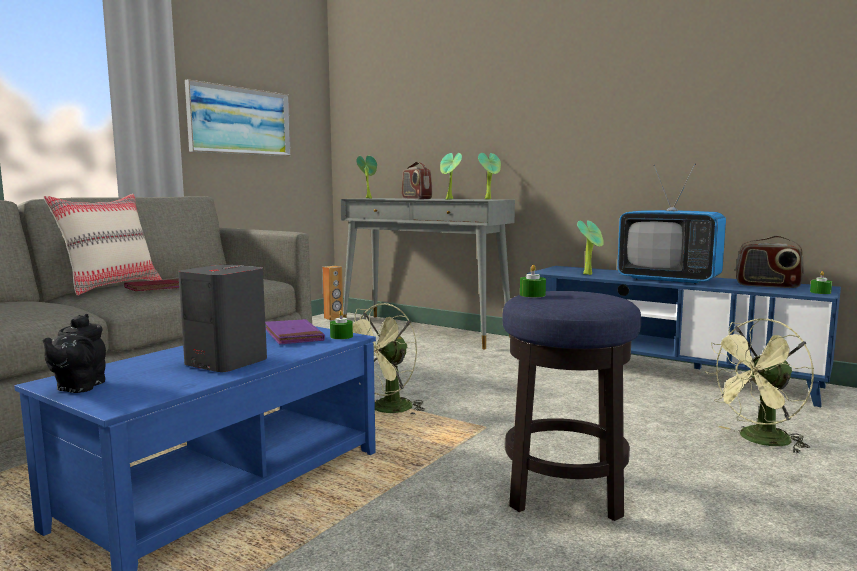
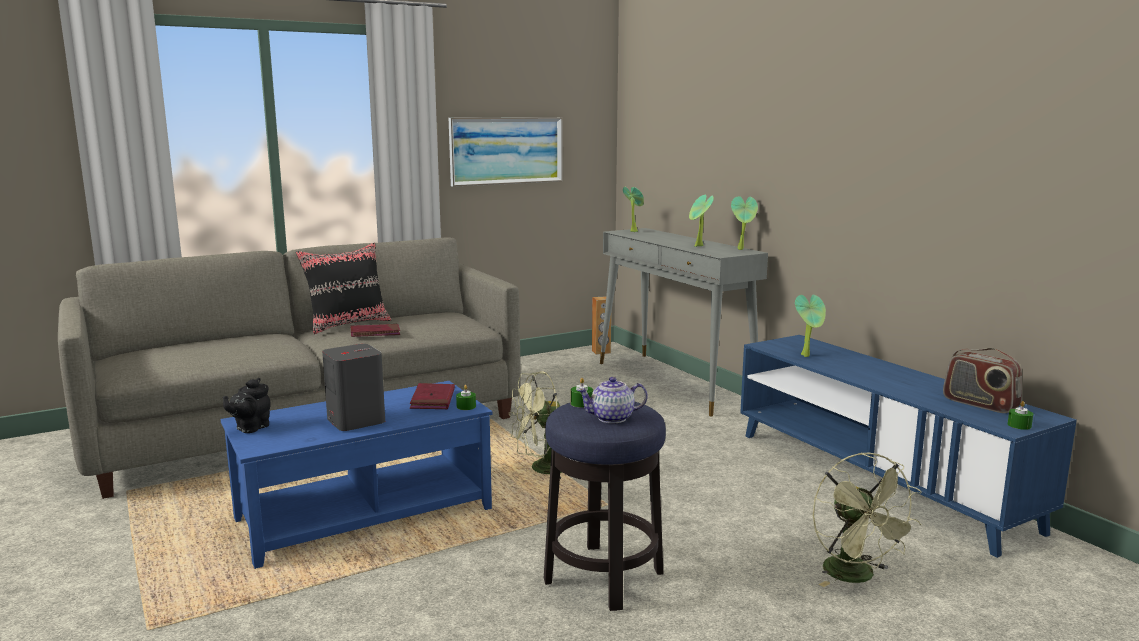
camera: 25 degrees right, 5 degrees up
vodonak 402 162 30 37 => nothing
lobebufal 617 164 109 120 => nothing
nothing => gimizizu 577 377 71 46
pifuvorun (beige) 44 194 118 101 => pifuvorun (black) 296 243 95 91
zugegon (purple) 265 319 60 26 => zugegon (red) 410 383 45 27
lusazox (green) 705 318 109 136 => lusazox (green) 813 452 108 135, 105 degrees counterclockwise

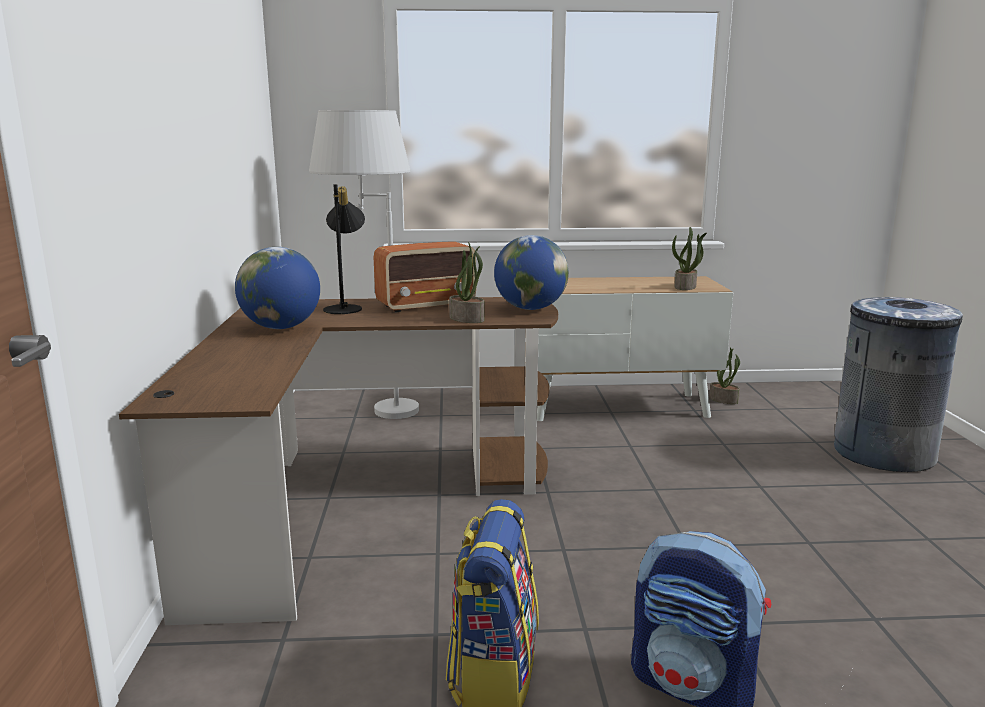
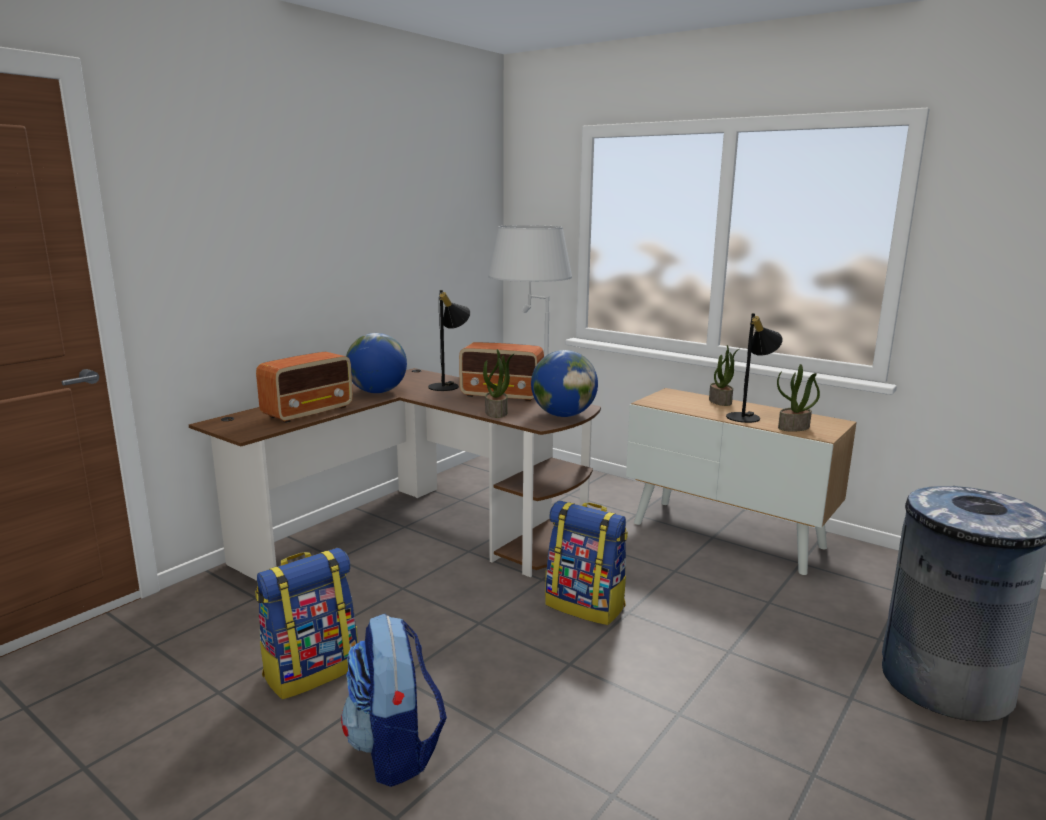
camera: 40 degrees right, 0 degrees up
nothing => vodonak 256 352 97 71
nothing => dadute 545 501 83 124
nothing => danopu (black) 726 313 57 110
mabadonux 709 348 31 56 => mabadonux 709 345 30 61, moved

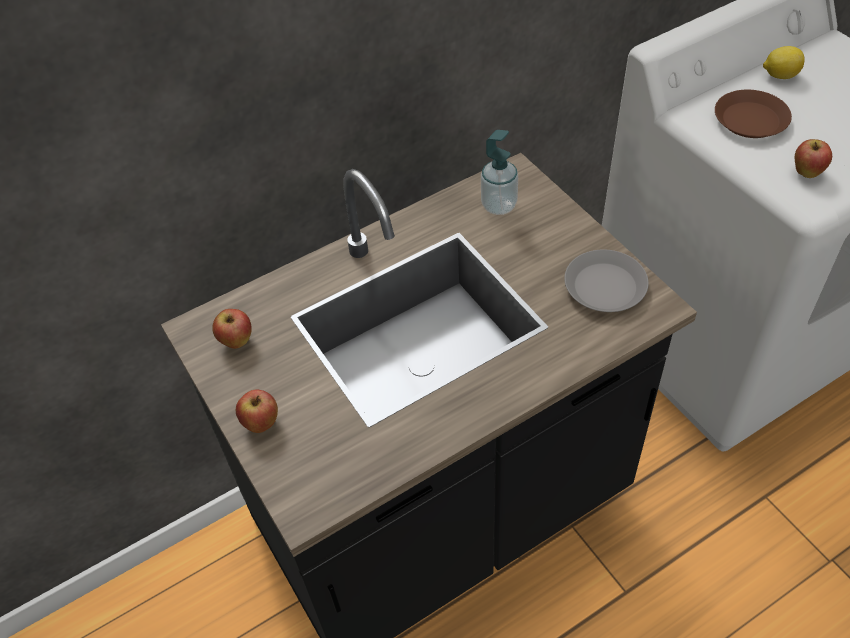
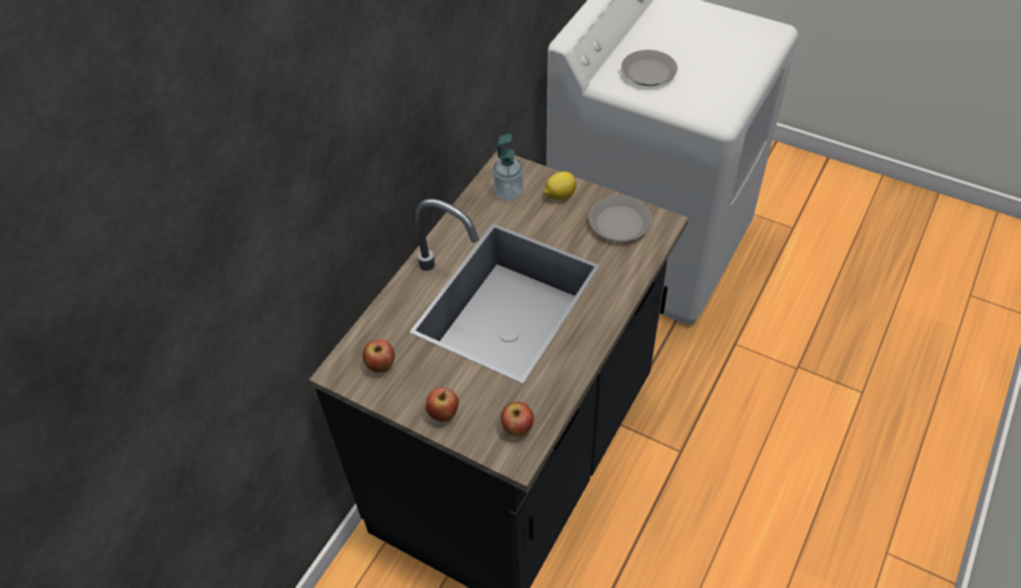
camera: 30 degrees left, 0 degrees up
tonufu 763 46 42 33 => tonufu 545 172 31 28, moved
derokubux 795 139 37 39 => derokubux 501 402 33 35, moved
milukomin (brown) 715 90 77 48 => milukomin (grey) 621 50 57 36

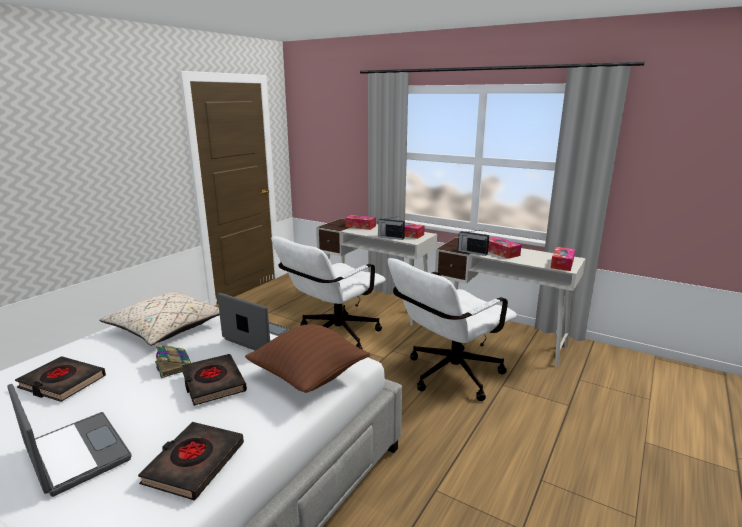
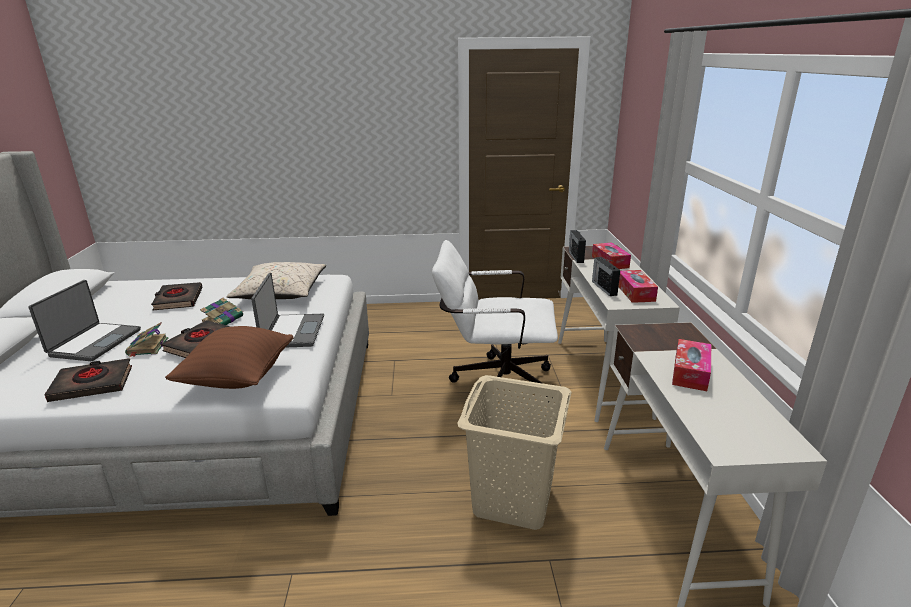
camera: 55 degrees right, 5 degrees up
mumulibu 551 247 24 24 => nothing
nothing => zugegon 125 322 43 35
vodonak 458 230 31 26 => vodonak 569 230 17 33, moved
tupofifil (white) 388 258 129 143 => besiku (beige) 457 375 114 155

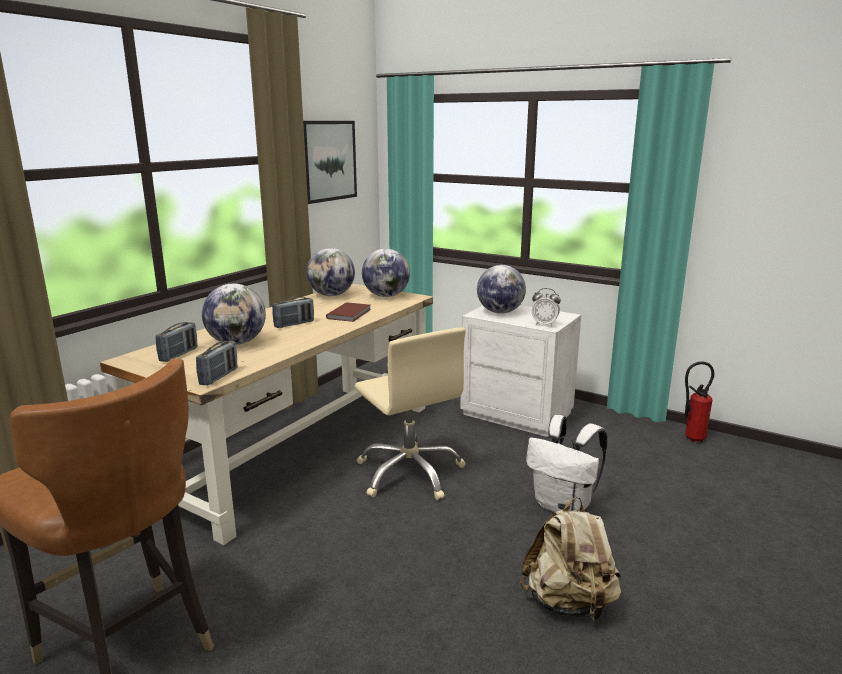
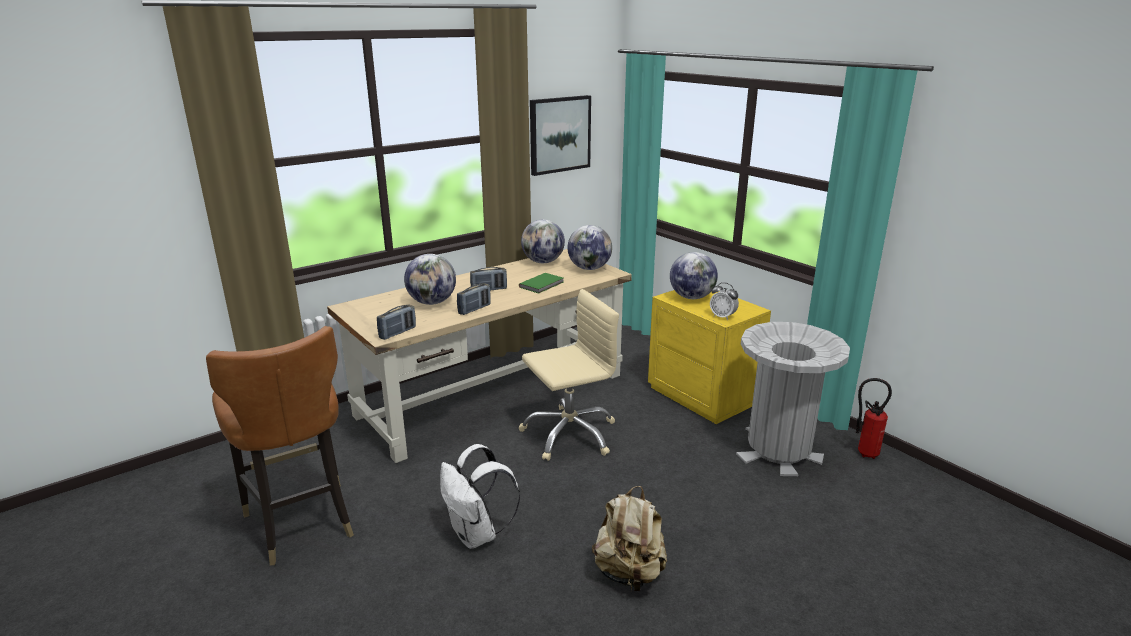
camera: 20 degrees right, 5 degrees up
nothing => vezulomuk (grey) 736 322 114 154
vodonak 156 322 42 40 => vodonak 457 283 34 32, moved
dadute (white) 526 415 82 97 => dadute (white) 440 444 80 105, moved
zugegon (brown) 326 302 45 20 => zugegon (green) 519 273 44 20
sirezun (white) 460 305 121 132 => sirezun (yellow) 648 290 123 134
tupofifil (beige) 355 327 111 173 => tupofifil (beige) 519 289 100 172, 105 degrees counterclockwise

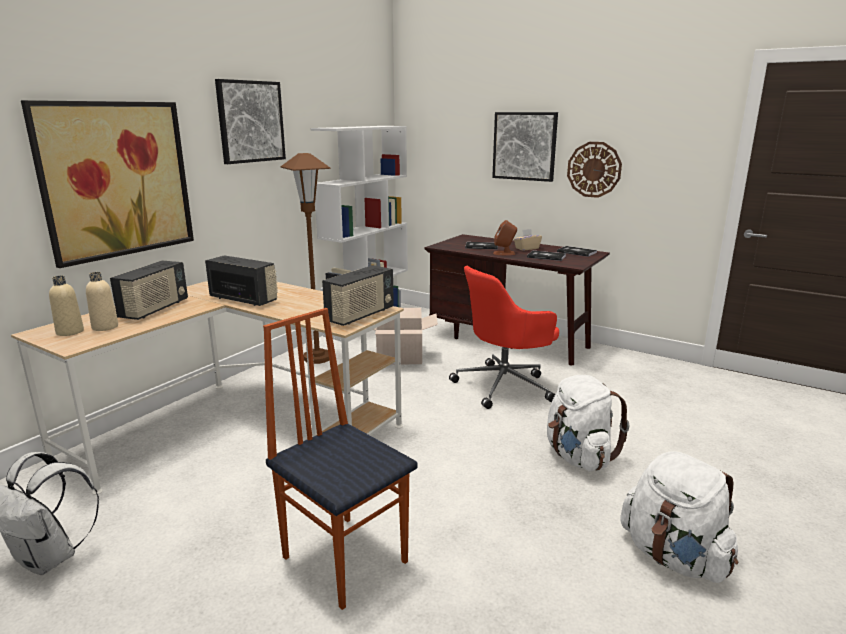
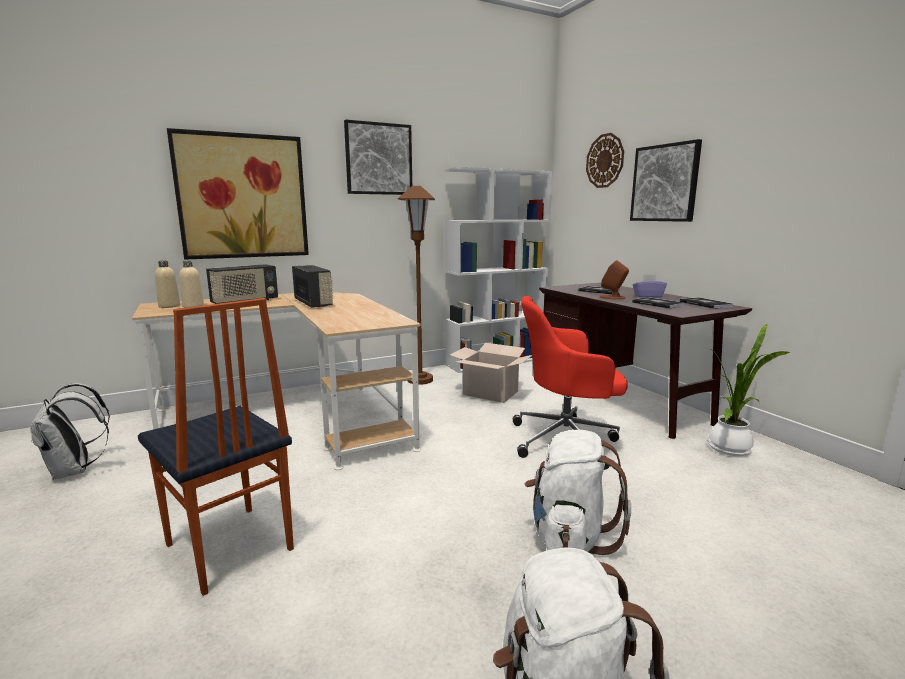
camera: 30 degrees right, 5 degrees down
vodonak 322 265 72 61 => nothing
nothing => mabadonux 708 324 81 132
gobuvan 567 142 55 56 => gobuvan 586 133 38 55, moved
mumulibu (beige) 514 229 28 22 => mumulibu (purple) 633 274 34 24
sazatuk 263 308 155 302 => sazatuk 138 298 156 298, 150 degrees clockwise

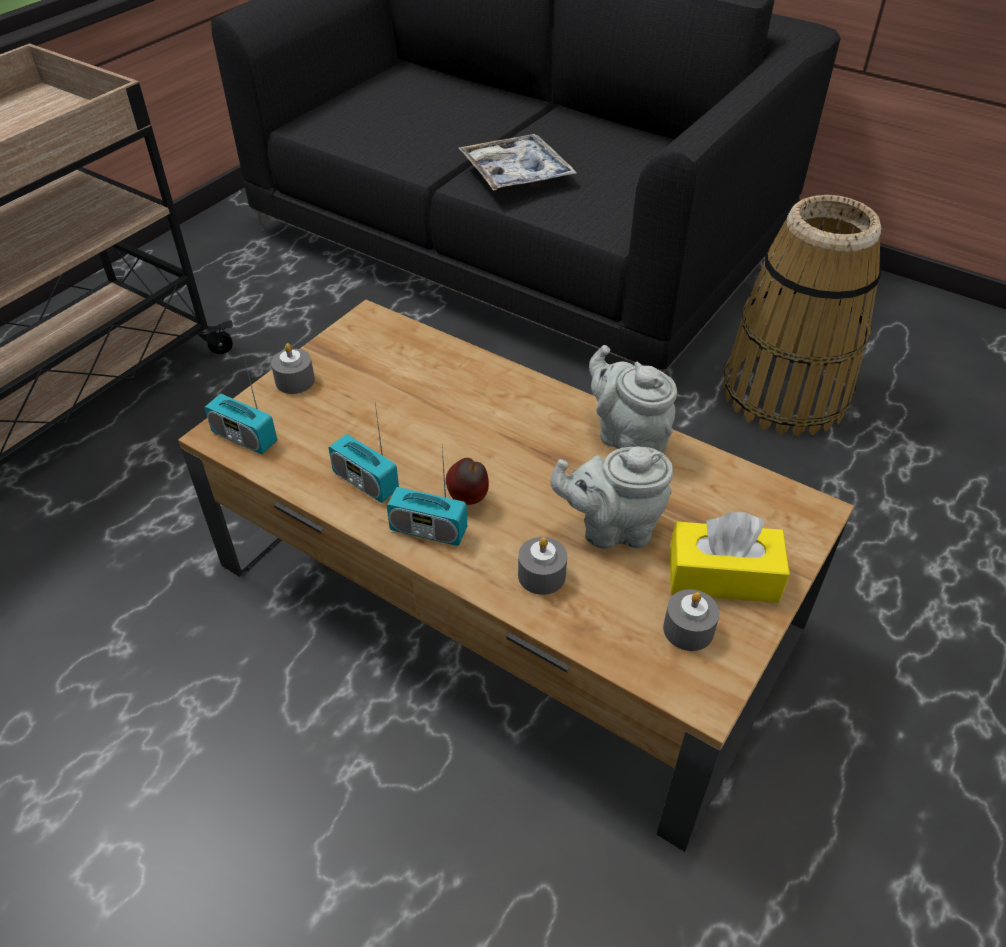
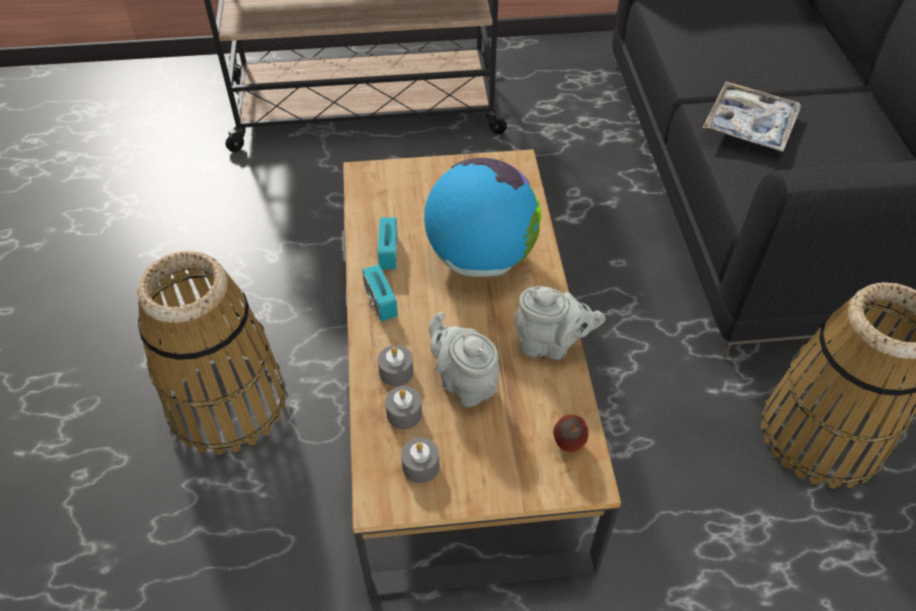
camera: 50 degrees right, 5 degrees up
vodonak 204 358 73 96 => nothing
mumulibu (yellow) 670 512 120 91 => nothing
nothing => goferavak 137 251 149 204
nothing => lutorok 424 158 118 119
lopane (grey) 271 343 44 51 => lopane (grey) 385 386 37 43, moved
derokubux 446 458 43 47 => derokubux 553 415 36 37, moved
gimizizu (grey) 589 345 88 107 => gimizizu (grey) 515 286 90 74, 90 degrees clockwise

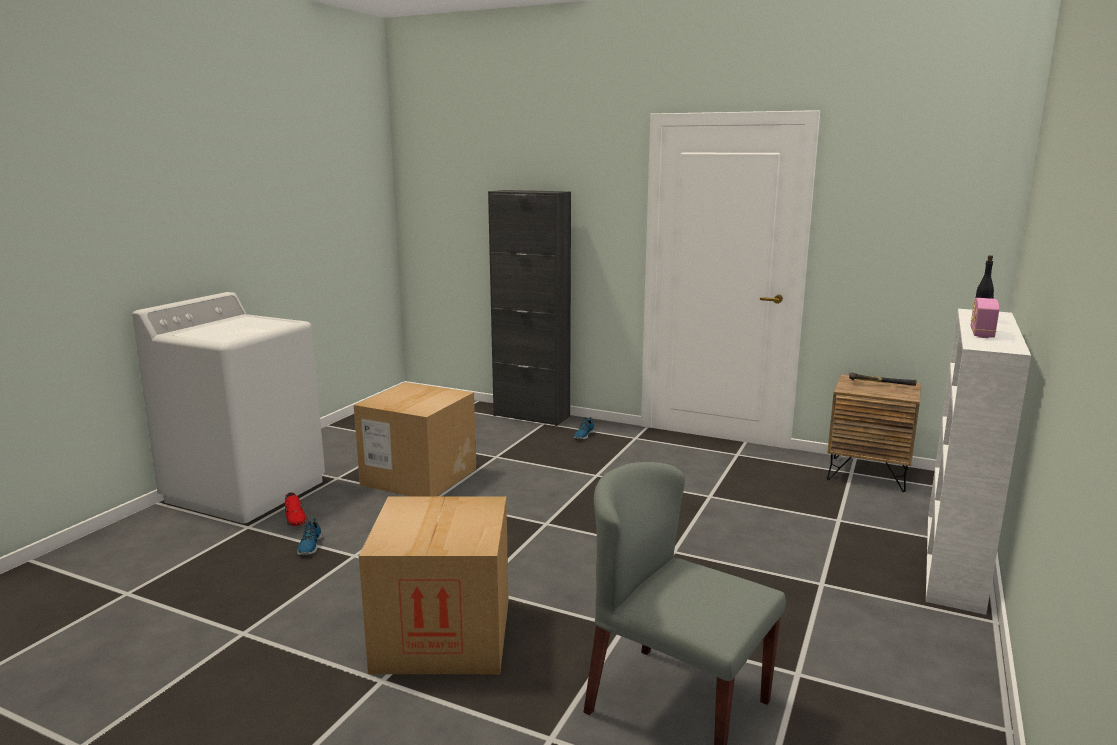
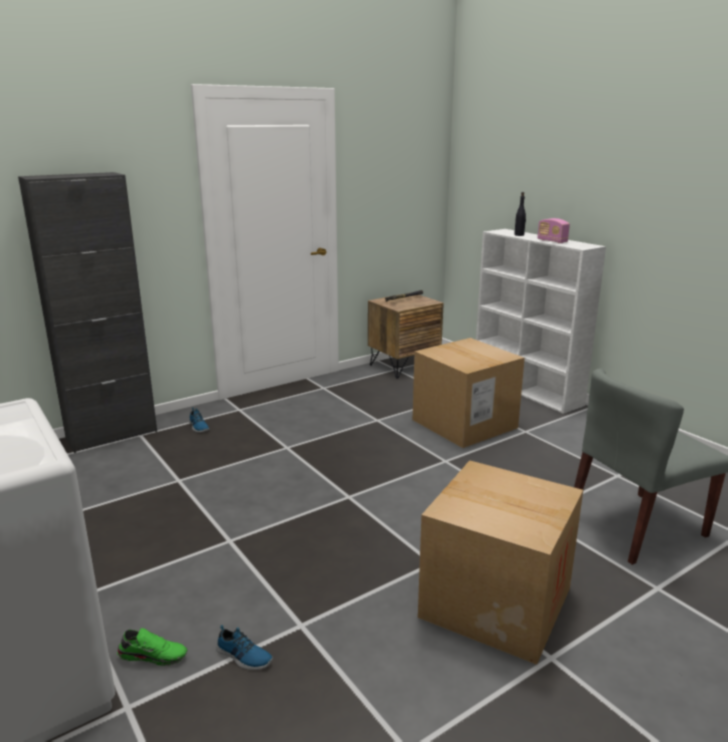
camera: 60 degrees left, 5 degrees up
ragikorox 354 382 122 114 => ragikorox 413 338 112 110, moved
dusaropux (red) 284 492 24 34 => dusaropux (green) 117 628 70 38

